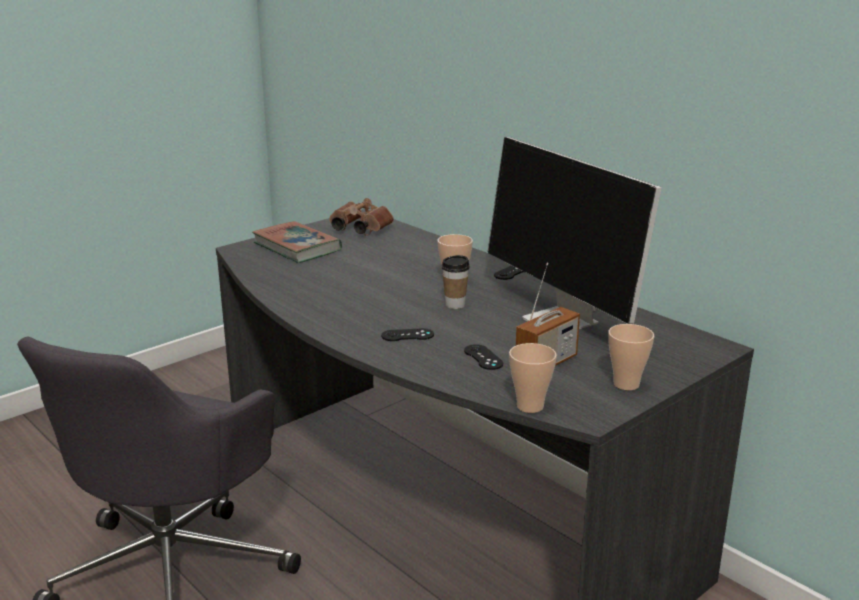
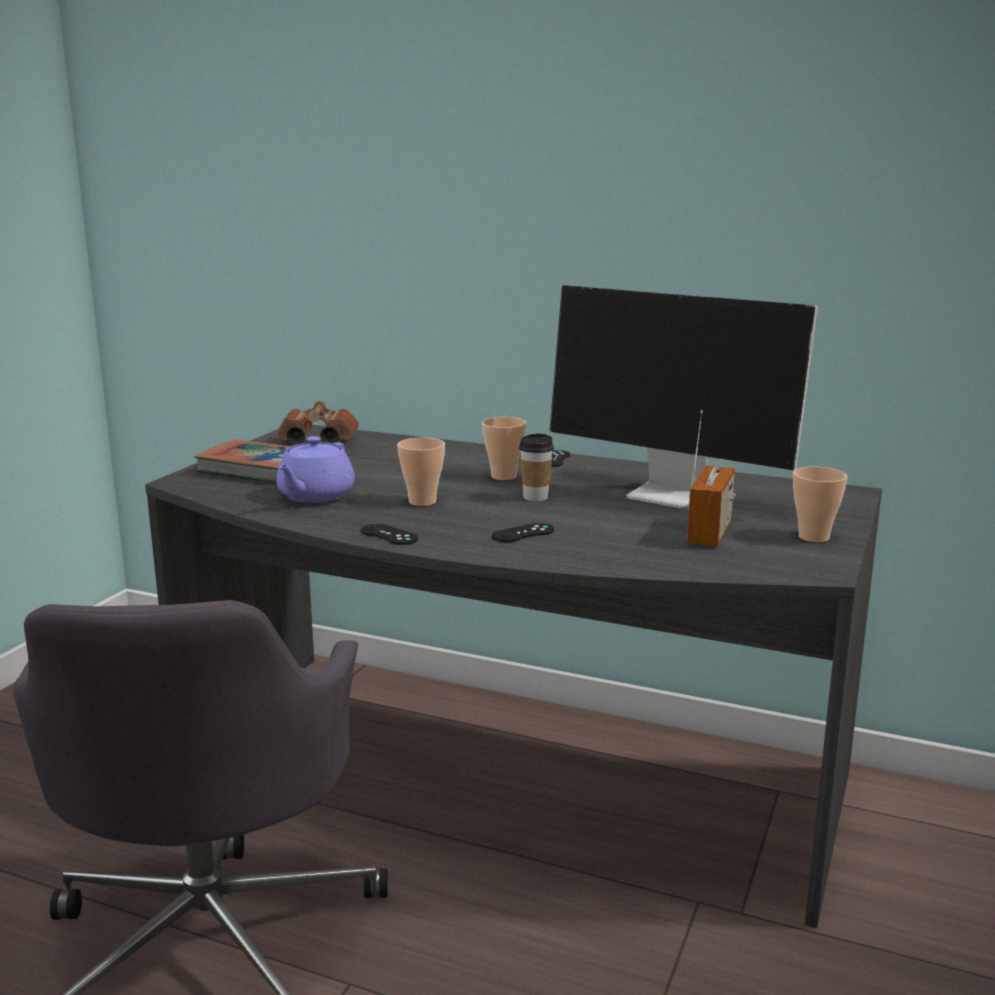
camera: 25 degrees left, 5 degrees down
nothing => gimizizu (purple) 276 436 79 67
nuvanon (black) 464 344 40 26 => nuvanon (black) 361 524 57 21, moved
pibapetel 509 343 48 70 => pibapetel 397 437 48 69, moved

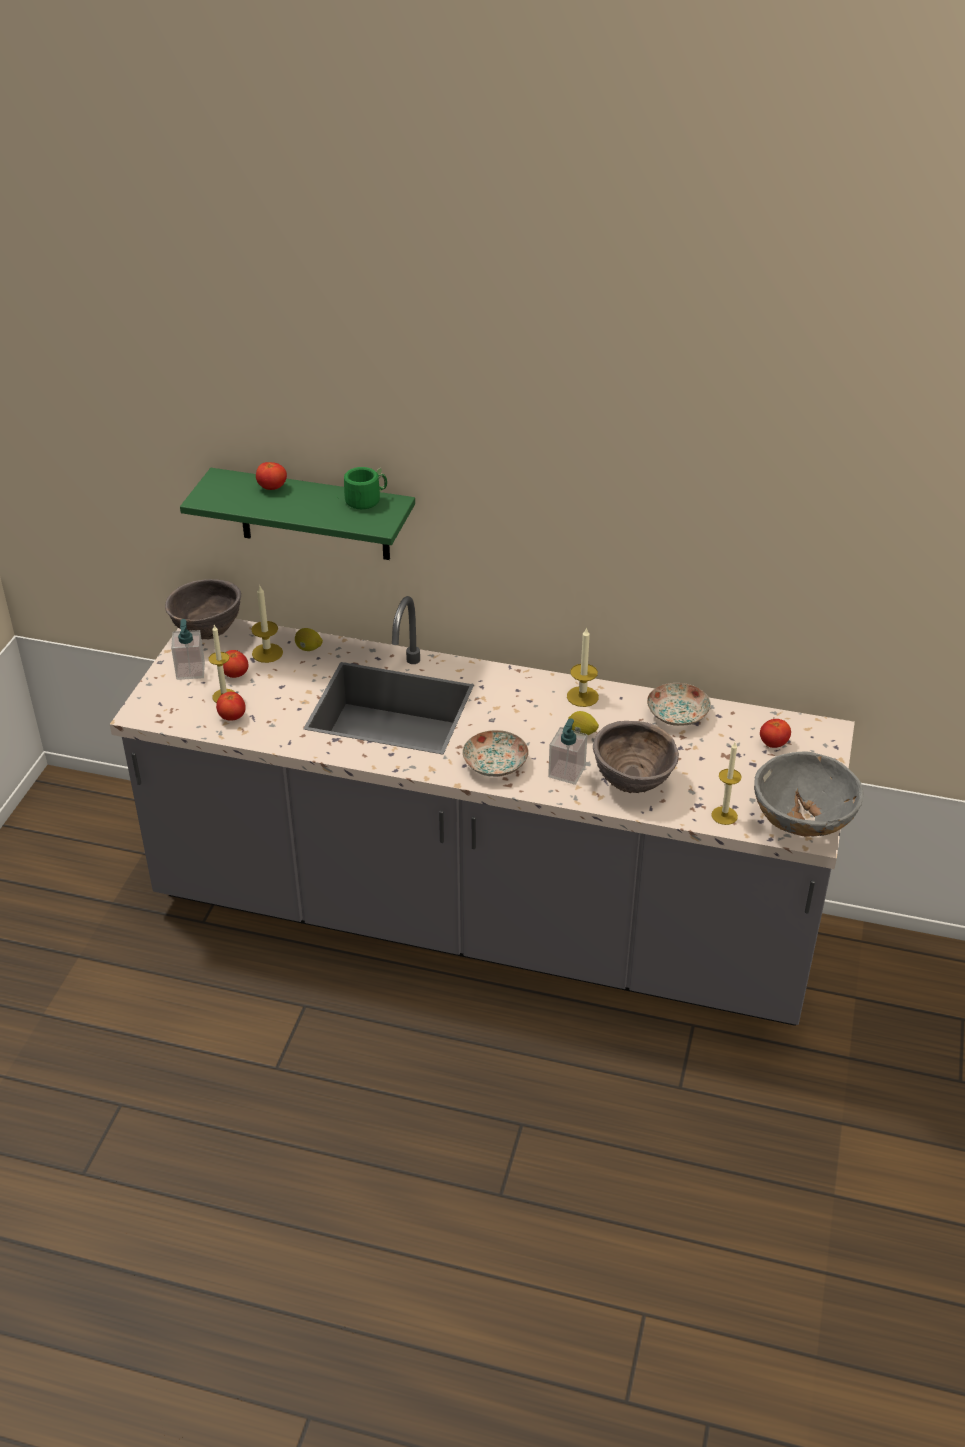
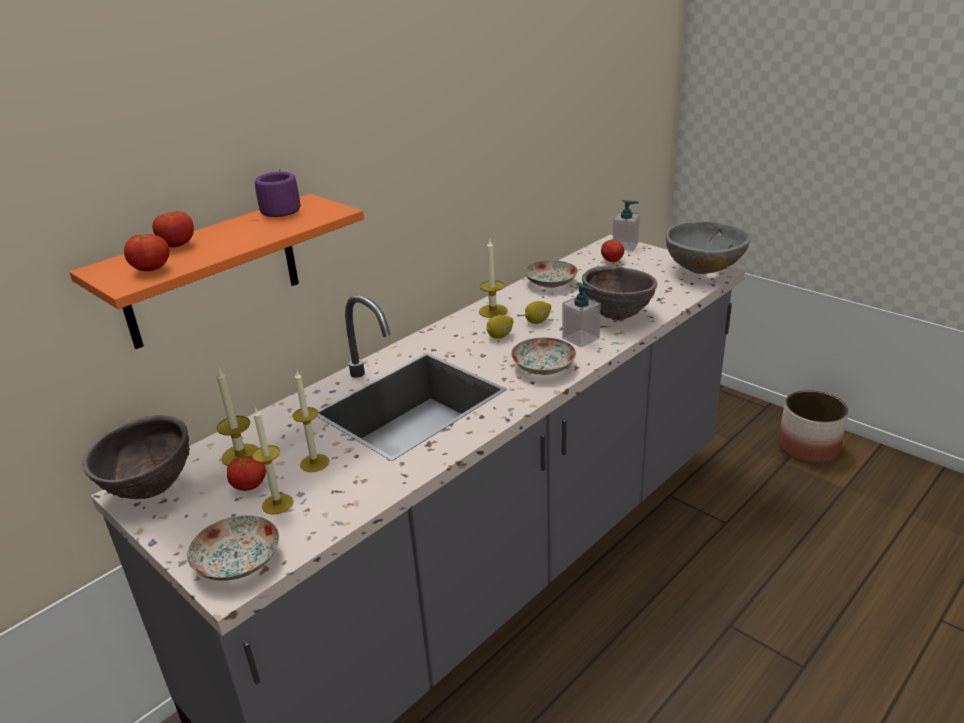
camera: 60 degrees left, 10 degrees down
nothing => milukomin 187 515 92 66
nothing => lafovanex 778 390 71 74
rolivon 171 619 34 61 => rolivon 613 200 27 51, moved
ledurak 216 692 30 29 => ledurak 124 234 46 37, moved
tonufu 295 628 28 23 => tonufu 487 315 27 24, moved
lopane 711 742 31 83 => lopane 292 371 37 101, moved
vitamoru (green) 180 468 235 92 => vitamoru (orange) 69 194 295 155
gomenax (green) 337 467 50 42 => gomenax (purple) 250 167 50 54

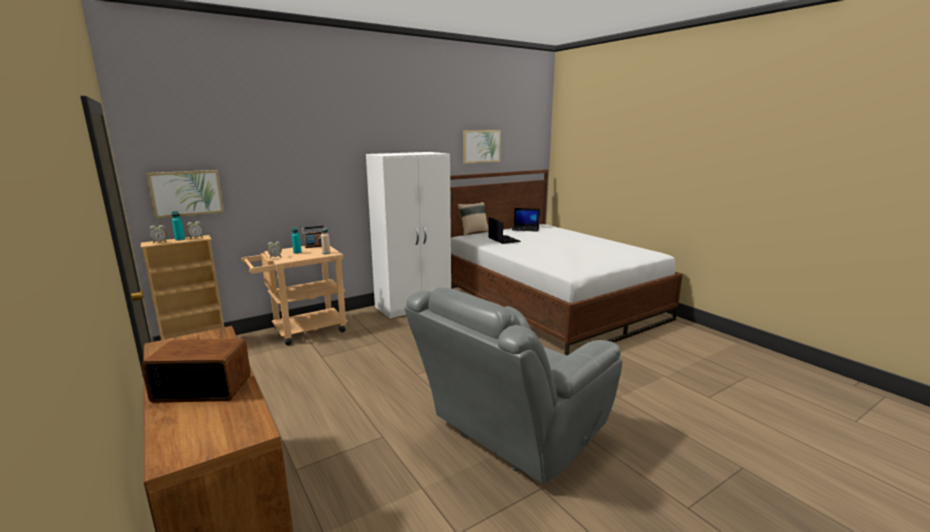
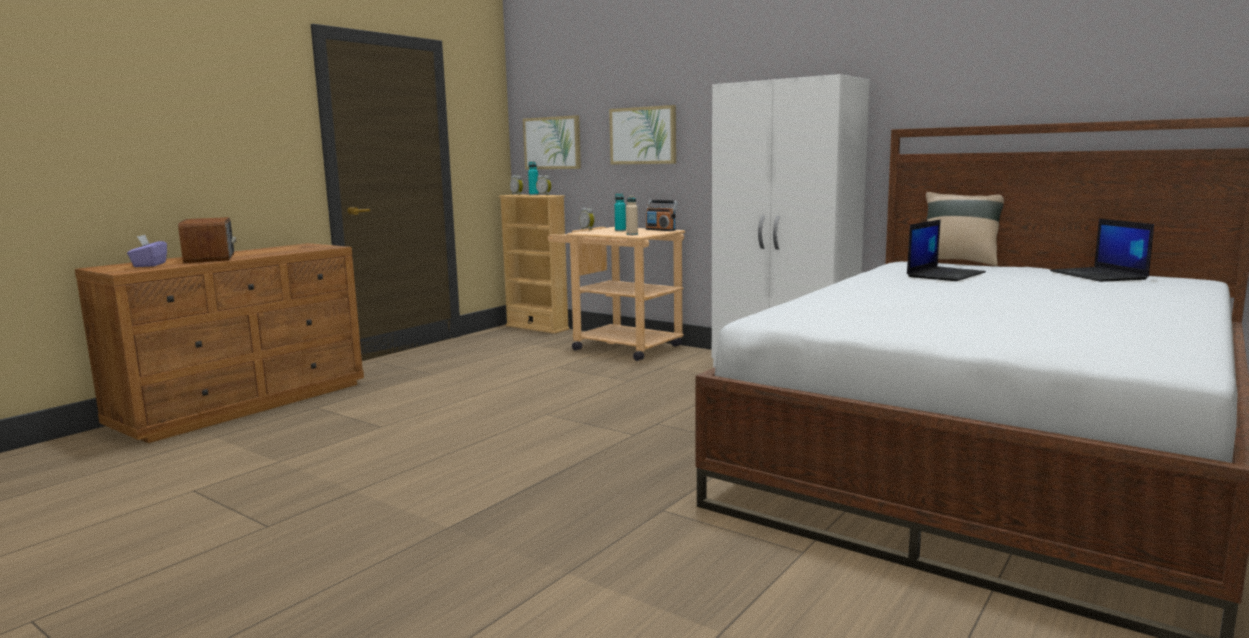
camera: 70 degrees right, 5 degrees down
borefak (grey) 404 287 218 196 => nothing
nothing => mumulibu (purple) 127 235 40 32
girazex 463 130 38 34 => girazex 609 105 67 59, moved

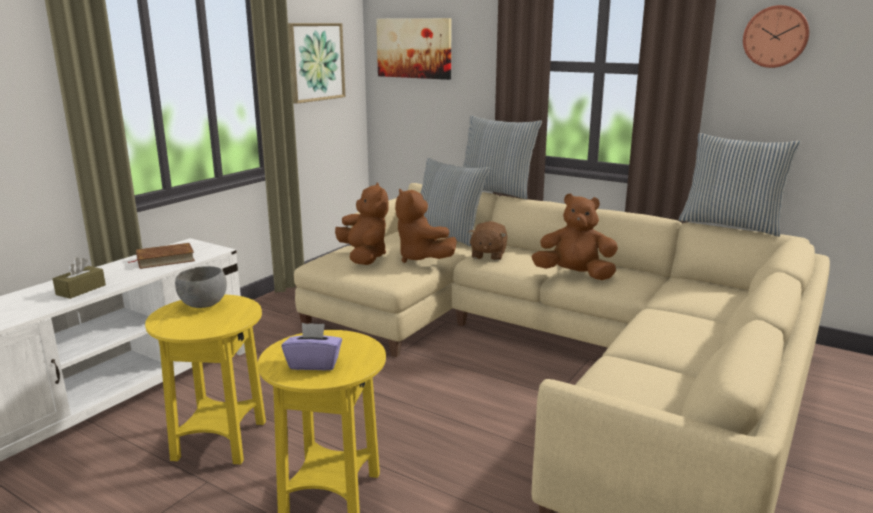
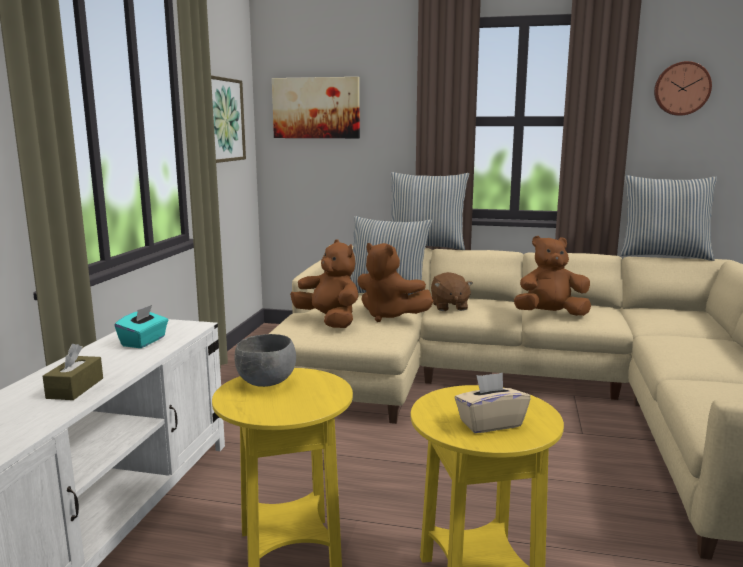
camera: 20 degrees left, 5 degrees down
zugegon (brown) 128 243 67 26 => mumulibu (turquoise) 114 305 54 43
mumulibu (purple) 282 323 60 47 => mumulibu (beige) 455 373 75 60

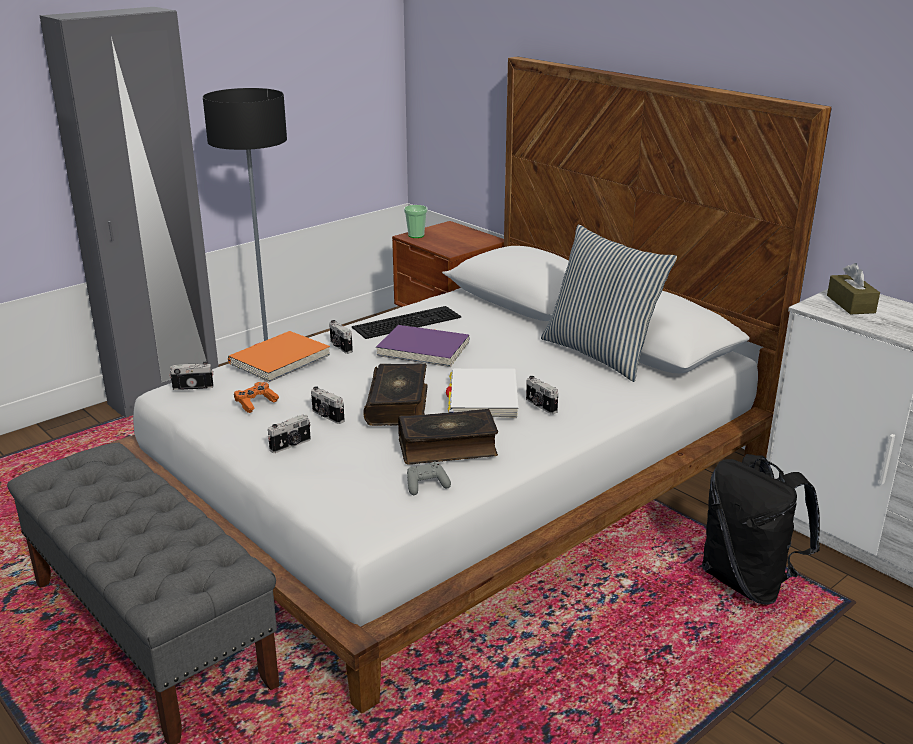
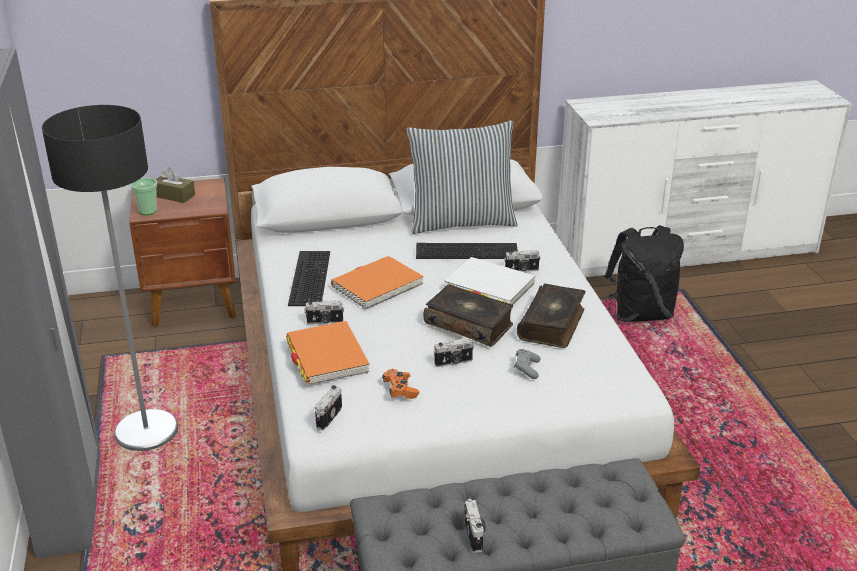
camera: 60 degrees left, 5 degrees up
nothing => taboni 416 243 102 16
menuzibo 268 414 43 39 => menuzibo 464 499 21 54, moved
nuvanon (grey) 407 462 44 33 => nuvanon (grey) 514 349 26 30, moved
mumulibu (brown) 827 263 53 52 => mumulibu (brown) 155 167 40 36, moved
zugegon (purple) 376 325 94 42 => zugegon (orange) 331 256 93 54

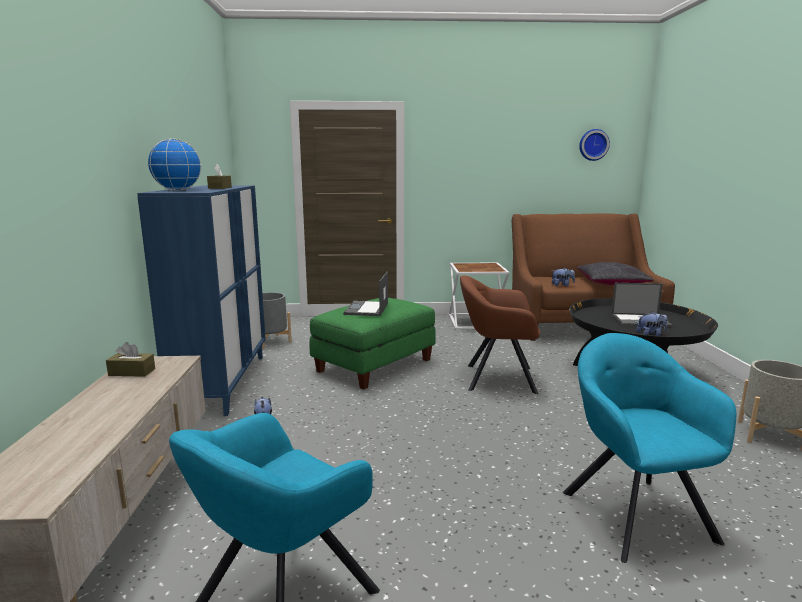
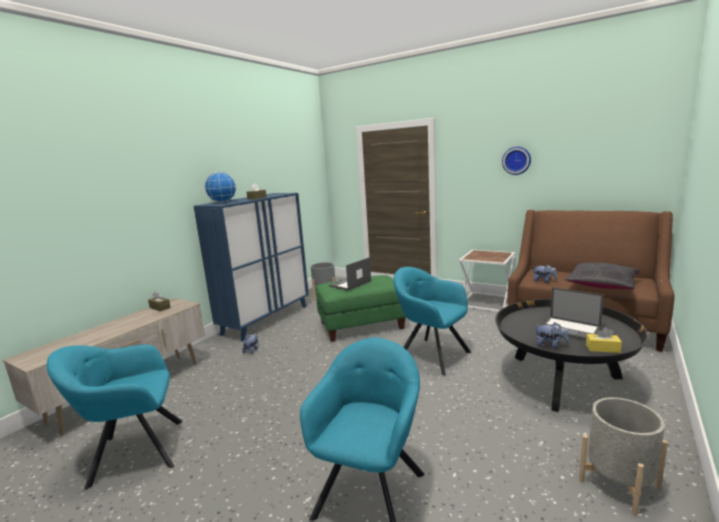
camera: 35 degrees right, 0 degrees up
nothing => mumulibu (yellow) 586 327 36 26
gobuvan 579 129 31 32 => gobuvan 502 147 29 28, moved
borefak (brown) 460 275 80 119 => borefak (turquoise) 393 267 78 109

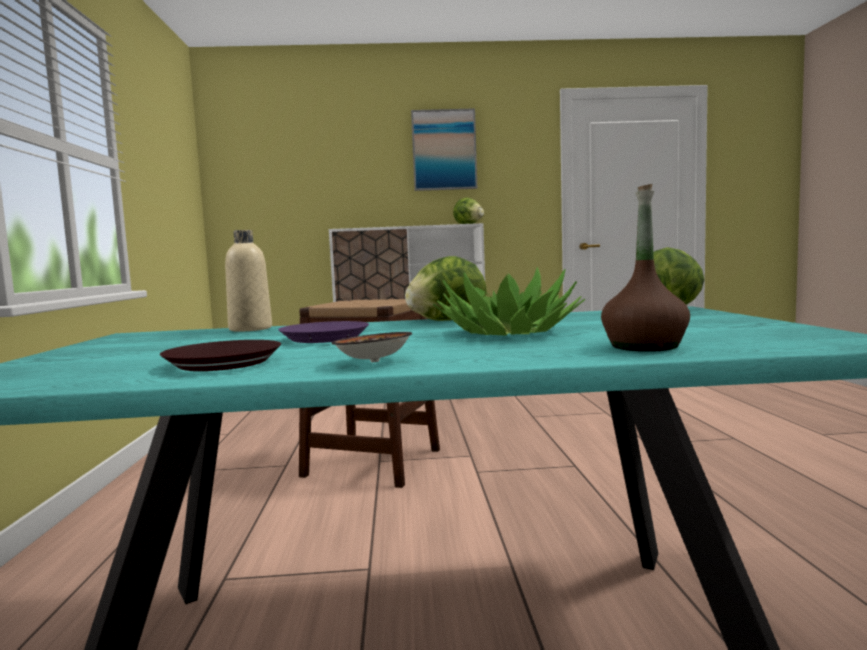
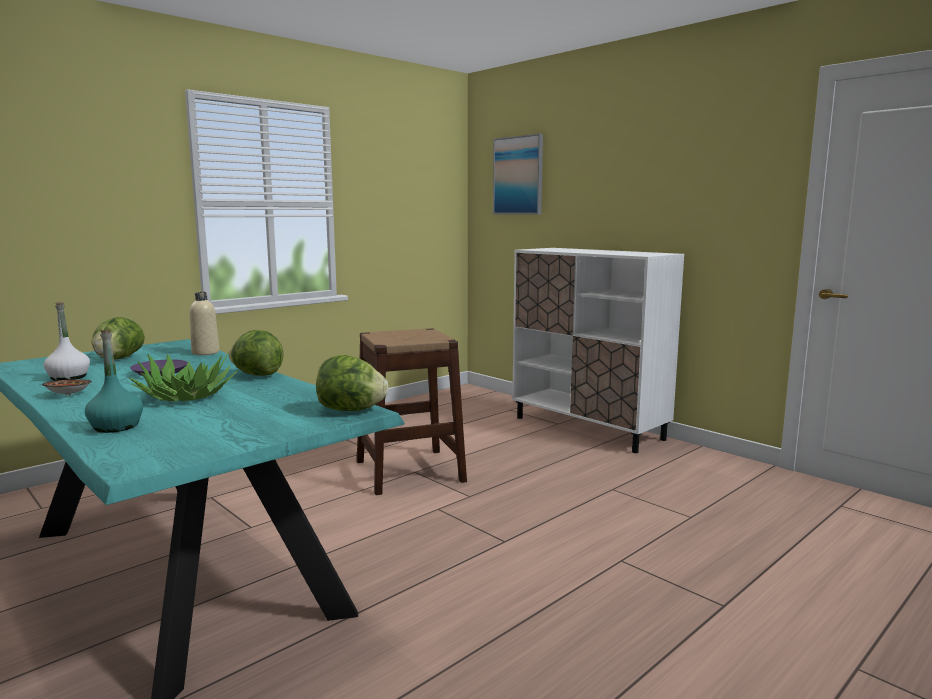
camera: 50 degrees right, 5 degrees up
girazex 411 108 66 83 => girazex 493 134 50 81, moved
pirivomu 453 198 31 26 => pirivomu 92 317 53 43, moved
milukomin (brown) 160 340 121 31 => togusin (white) 44 302 46 79
togusin (brown) 601 184 89 168 => togusin (turquoise) 85 330 58 103

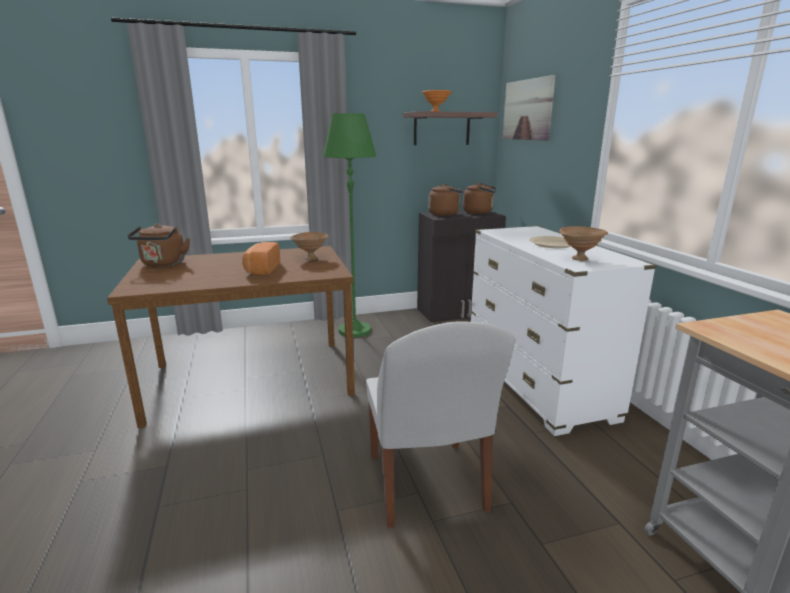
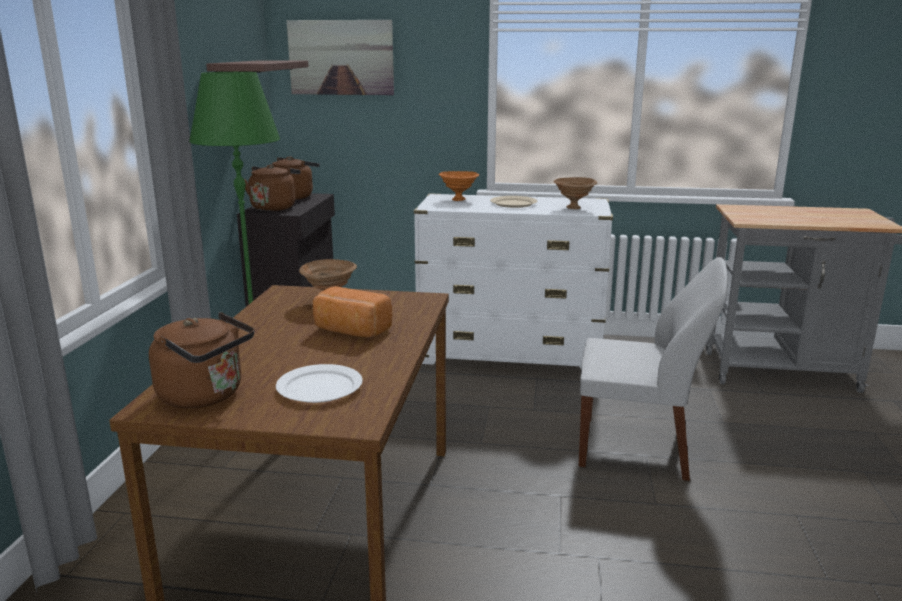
camera: 65 degrees left, 0 degrees up
nothing => milukomin (white) 276 364 87 39
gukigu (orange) 422 90 30 22 => gukigu (orange) 439 171 40 30, moved

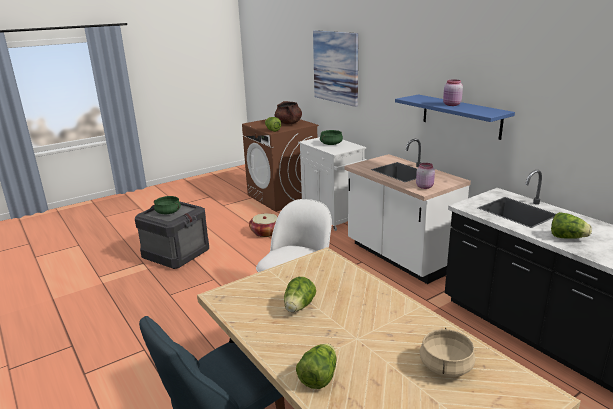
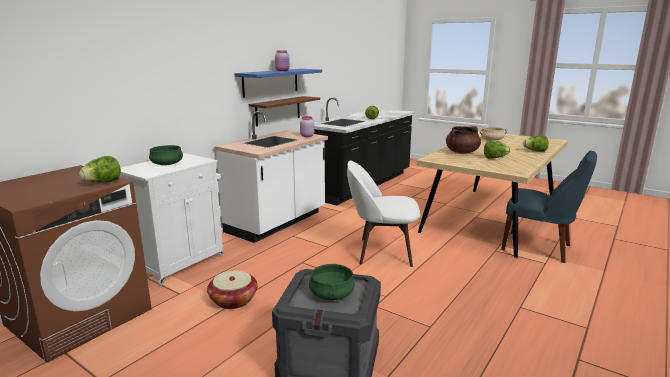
camera: 110 degrees left, 5 degrees down
girazex 313 30 46 77 => nothing
nothing => vitamoru 249 96 71 30
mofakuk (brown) 275 101 27 24 => mofakuk (brown) 446 126 35 28, moved

